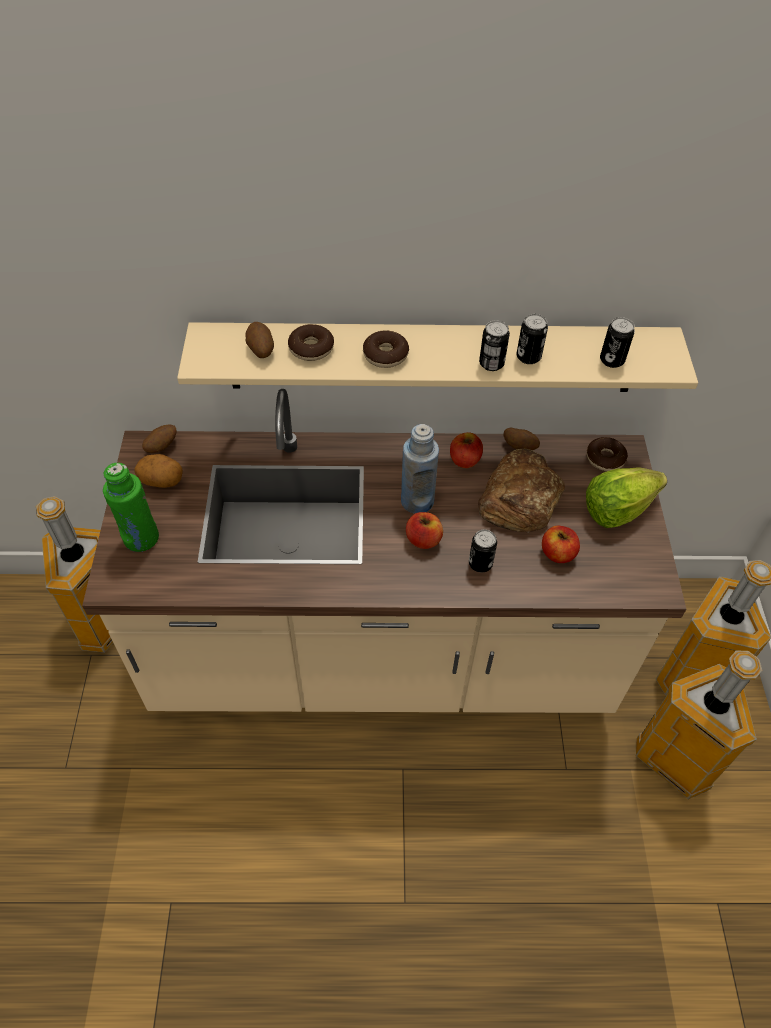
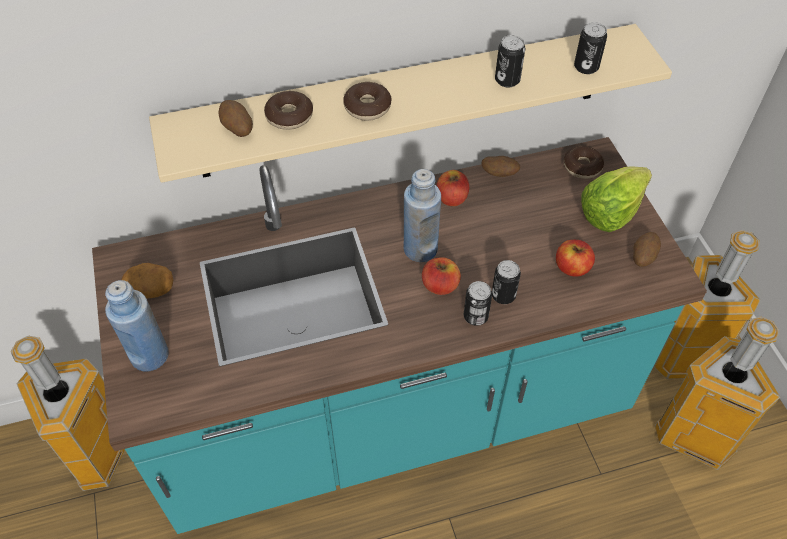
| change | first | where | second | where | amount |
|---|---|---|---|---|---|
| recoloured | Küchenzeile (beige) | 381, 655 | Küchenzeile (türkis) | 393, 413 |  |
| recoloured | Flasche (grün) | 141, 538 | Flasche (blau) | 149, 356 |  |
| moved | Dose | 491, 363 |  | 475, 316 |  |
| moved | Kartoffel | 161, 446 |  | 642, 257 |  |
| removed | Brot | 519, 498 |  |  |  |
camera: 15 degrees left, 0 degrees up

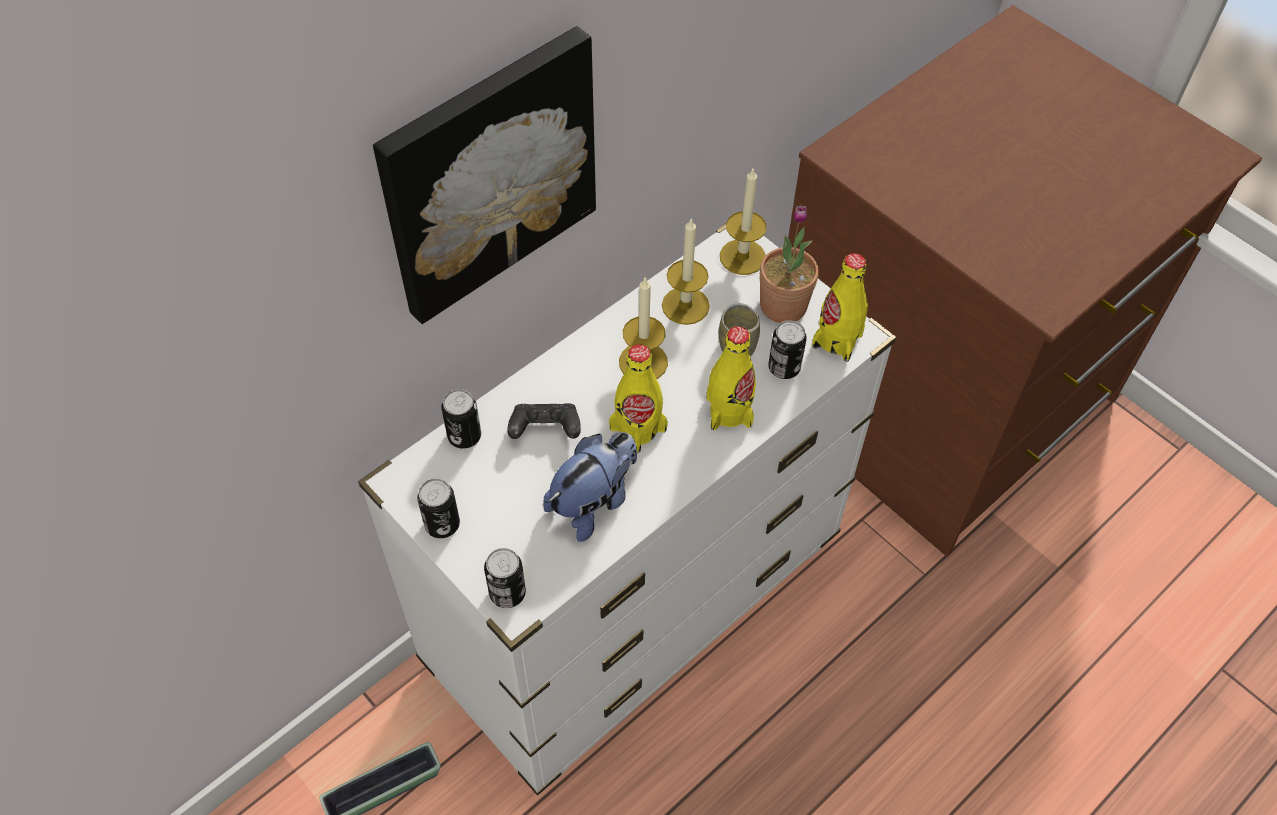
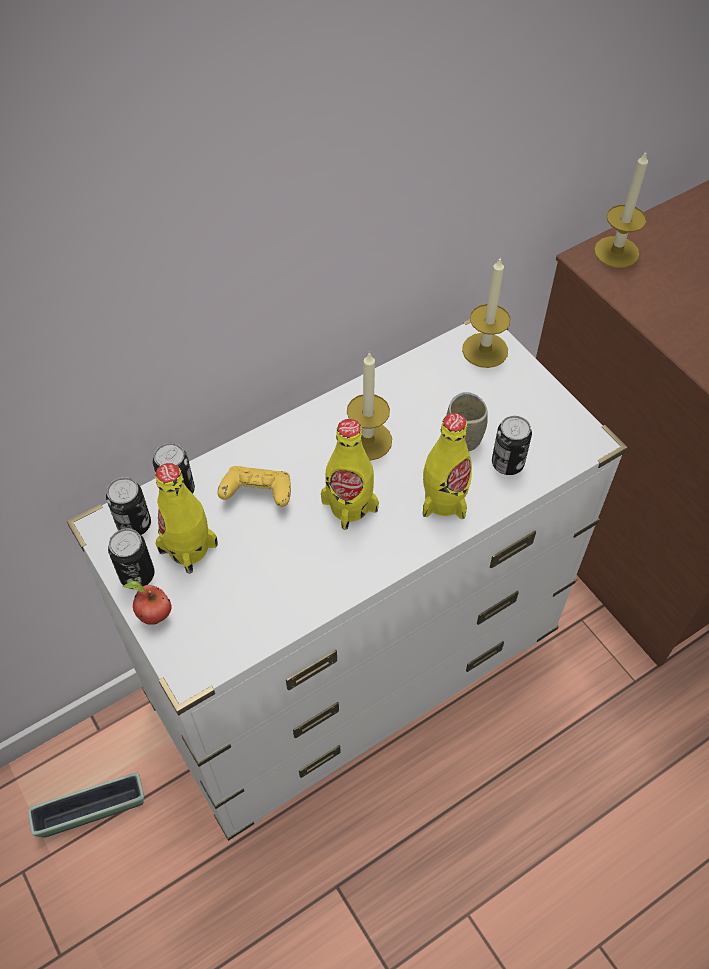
| change | first | where | second | where | amount |
|---|---|---|---|---|---|
| moved | Dose | 507, 593 |  | 134, 524 |  |
| added |  |  | Apfel | 153, 615 |  |
| moved | Flasche (gelb) | 837, 340 |  | 188, 548 |  |
| recoloured | Gamepad (schwarz) | 545, 430 | Gamepad (gelb) | 257, 495 |  |
| moved | Kerze | 685, 305 |  | 616, 252 |  |
| removed | Bild | 488, 173 |  |  |  |
| removed | Plüschtier | 593, 502 |  |  |  |
| removed | Topfpflanze | 783, 306 |  |  |  |
camera: 10 degrees right, 0 degrees up

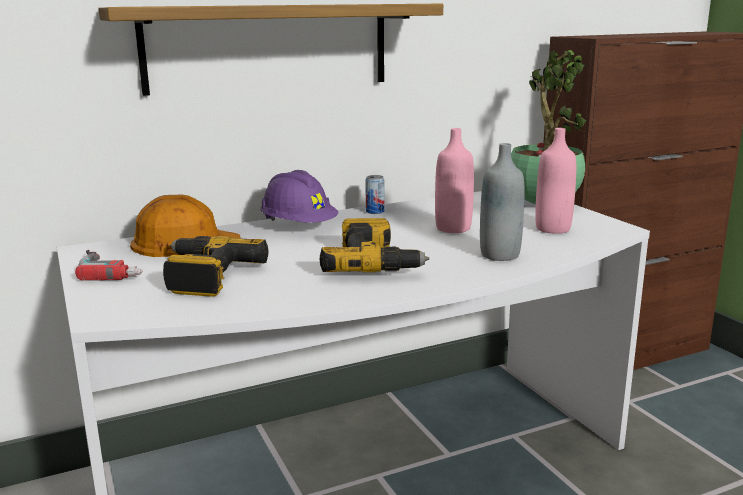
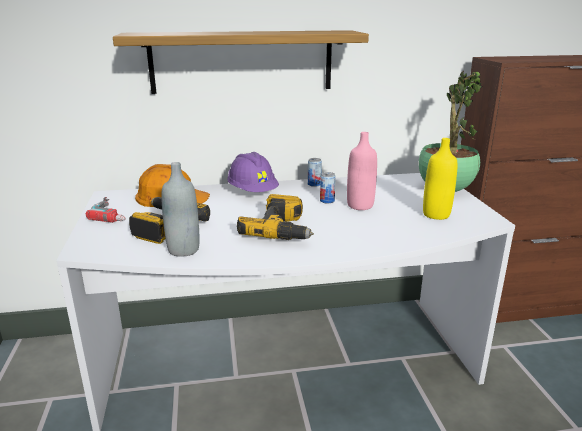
| change | first | where | second | where | amount |
|---|---|---|---|---|---|
| moved | Flasche (grau) | 499, 255 |  | 183, 250 |  |
| added |  |  | Dose | 327, 201 |  |
| recoloured | Flasche (rosa) | 553, 229 | Flasche (gelb) | 436, 214 |  |
camera: 15 degrees right, 5 degrees up

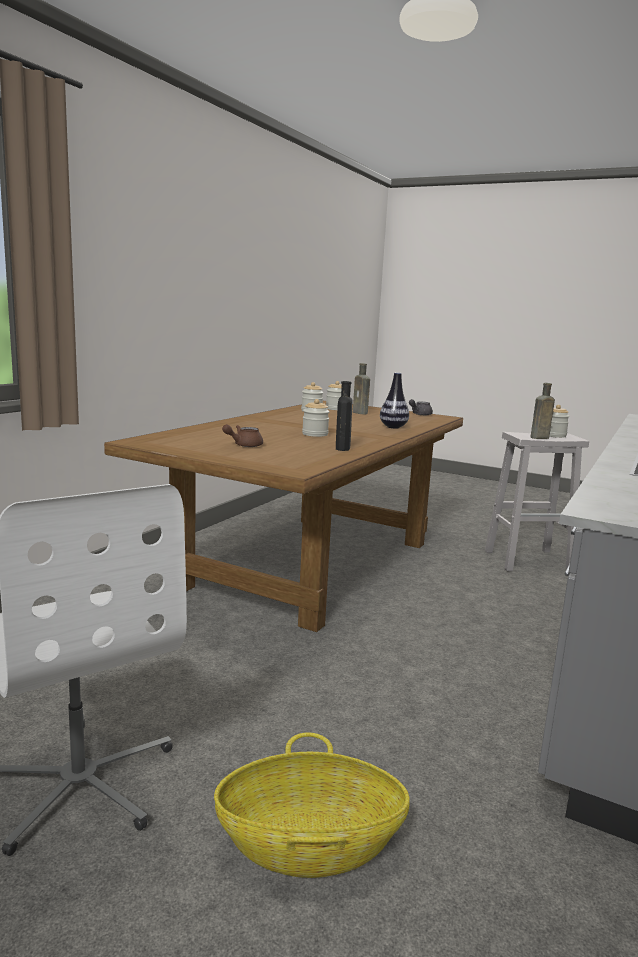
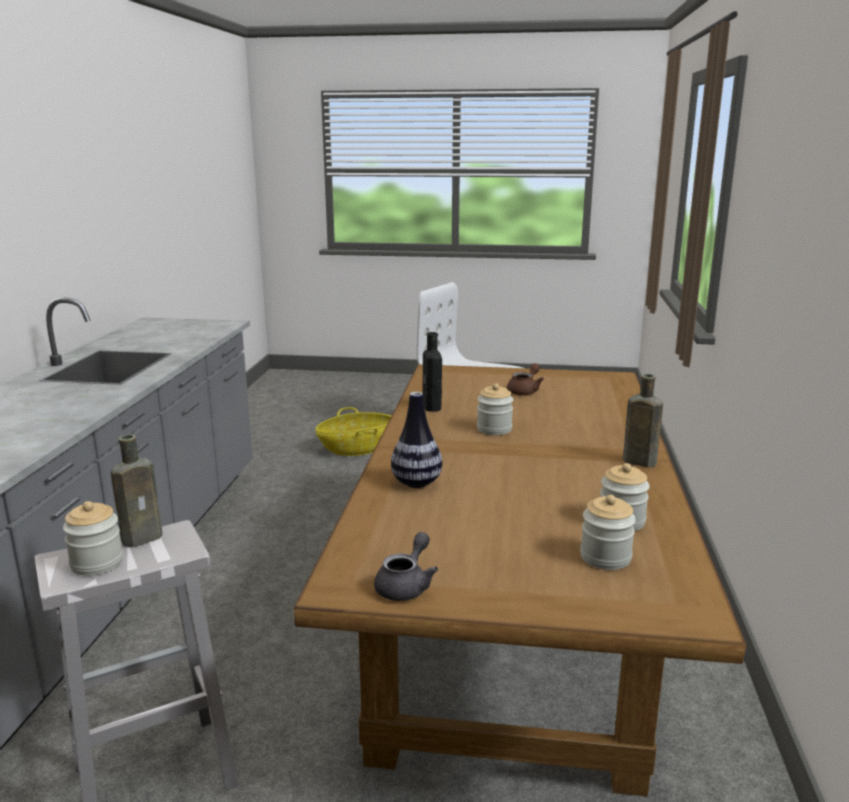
| change | first | where | second | where | amount |
|---|---|---|---|---|---|
| moved | Flasche (braun) | 360, 413 |  | 637, 461 |  |
camera: 160 degrees right, 5 degrees up

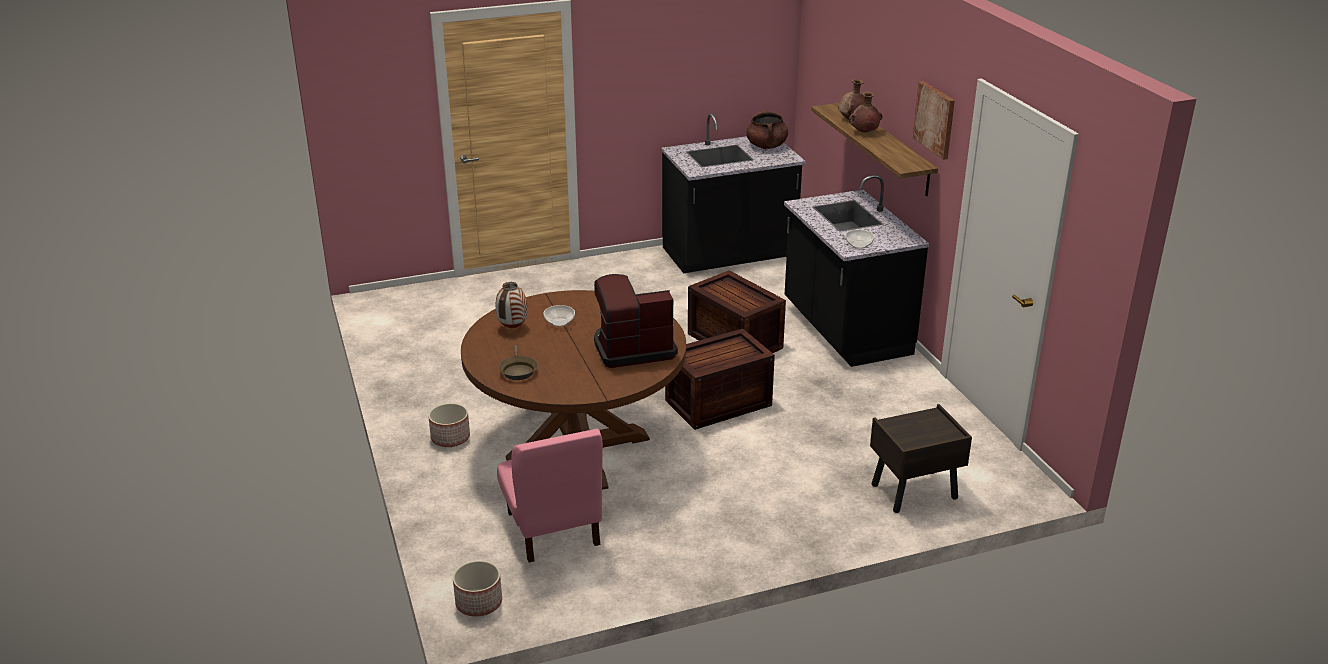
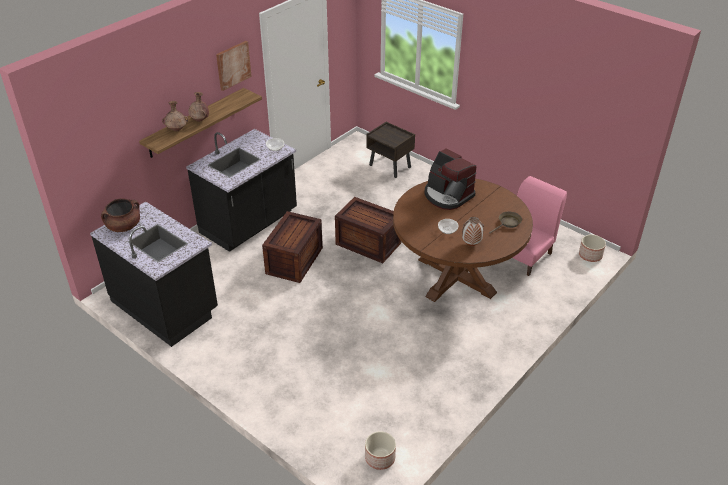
| change | first | where | second | where | amount |
|---|---|---|---|---|---|
| moved | Pflanzkübel | 451, 438 |  | 380, 457 |  |
camera: 120 degrees left, 10 degrees up

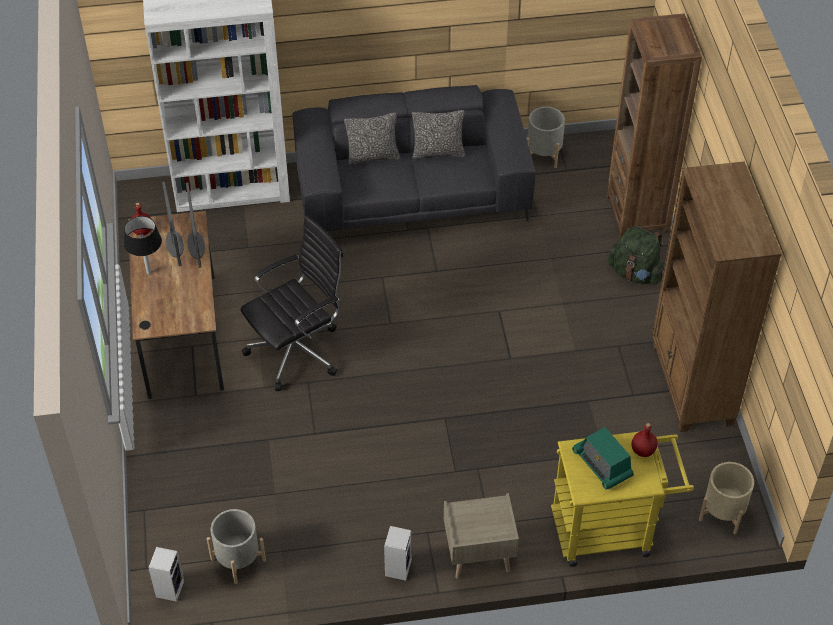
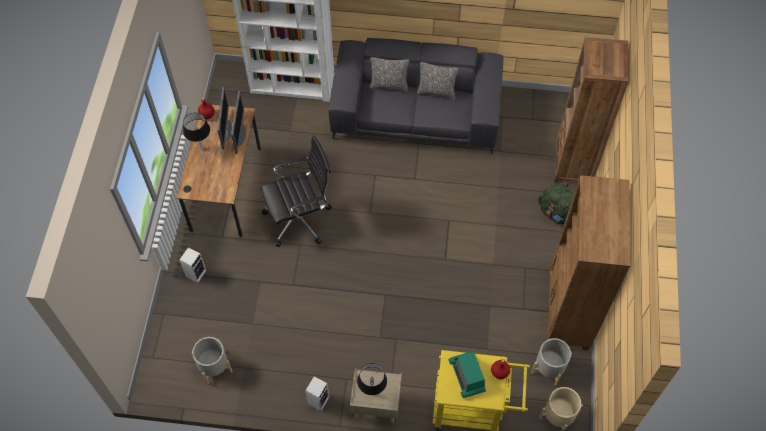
| change | first | where | second | where | amount |
|---|---|---|---|---|---|
| moved | Lautsprecher | 170, 588 |  | 196, 273 |  |
| added |  |  | Tischlampe (schwarz) | 372, 393 |  |
| moved | Pflanzkübel (grau) | 543, 154 |  | 549, 368 |  |
camera: 15 degrees right, 10 degrees up

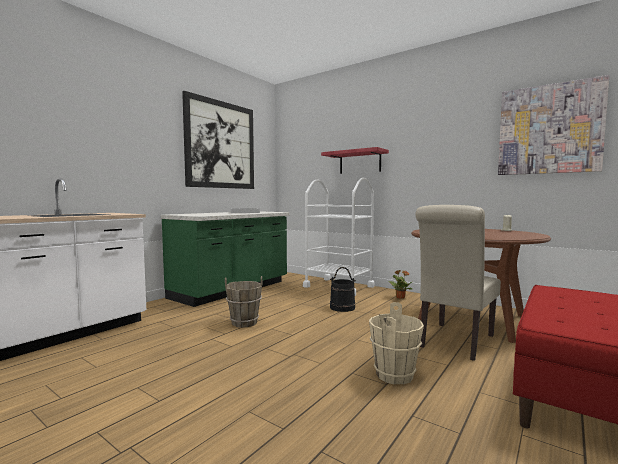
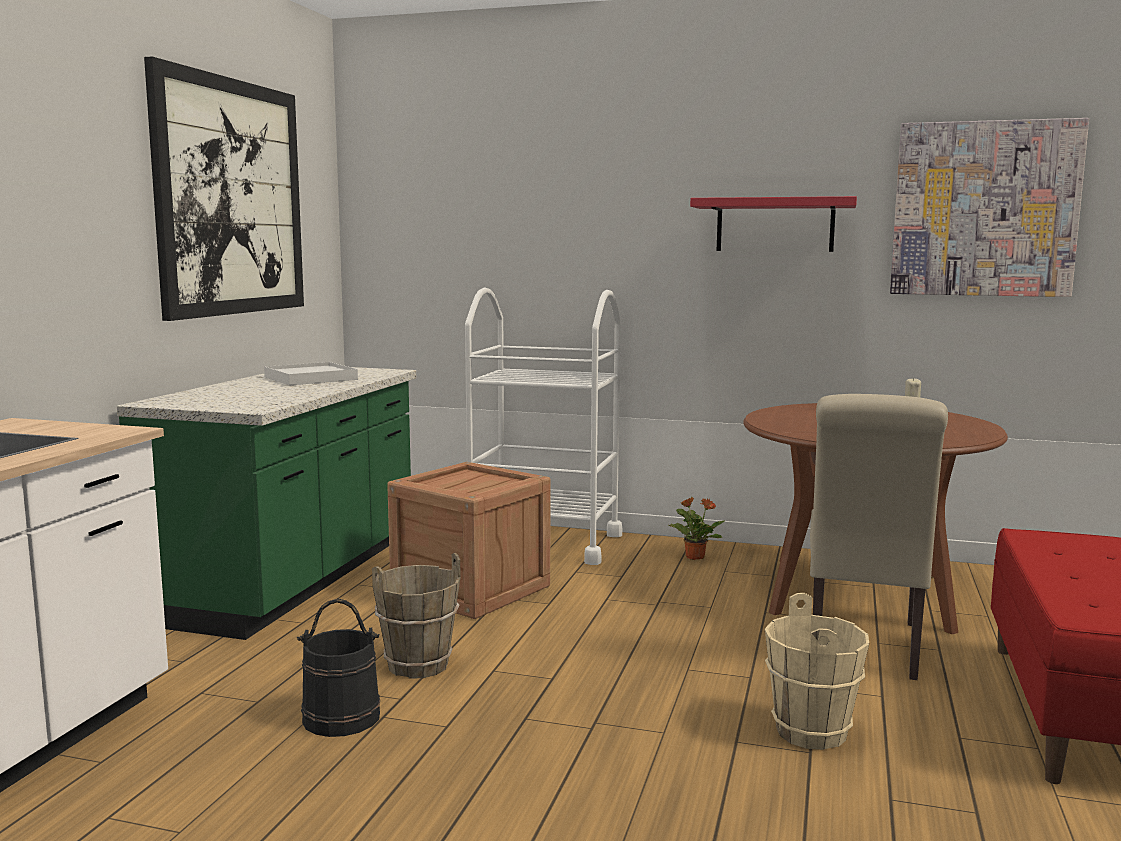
| change | first | where | second | where | amount |
|---|---|---|---|---|---|
| moved | Eimer (schwarz) | 342, 307 |  | 341, 717 |  |
| added |  |  | Kiste | 471, 589 |  |
| moved | Wandregal (rot) | 360, 162 |  | 775, 225 |  |
camera: 20 degrees left, 5 degrees up

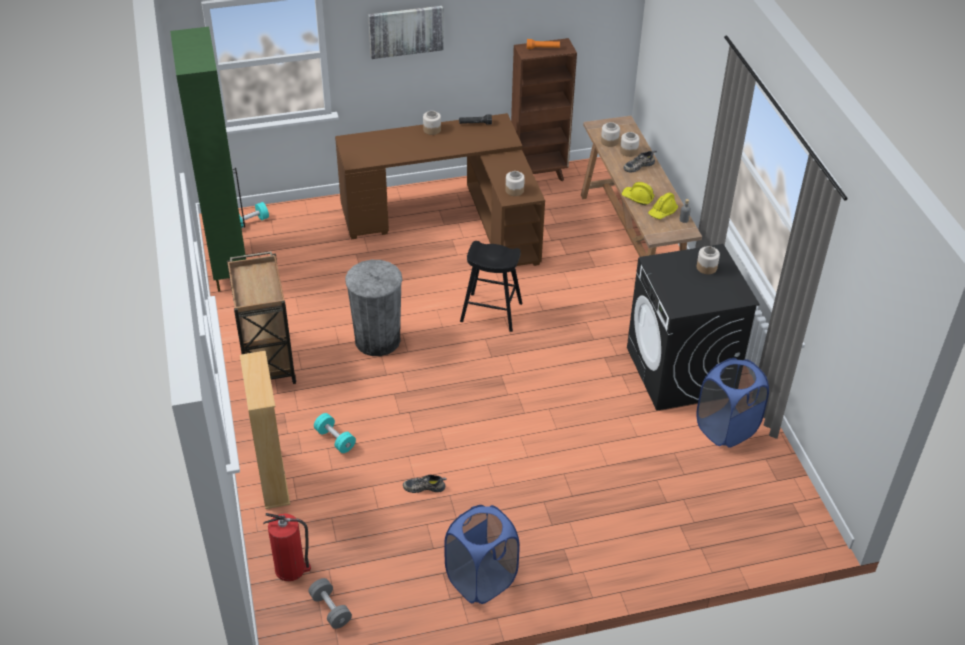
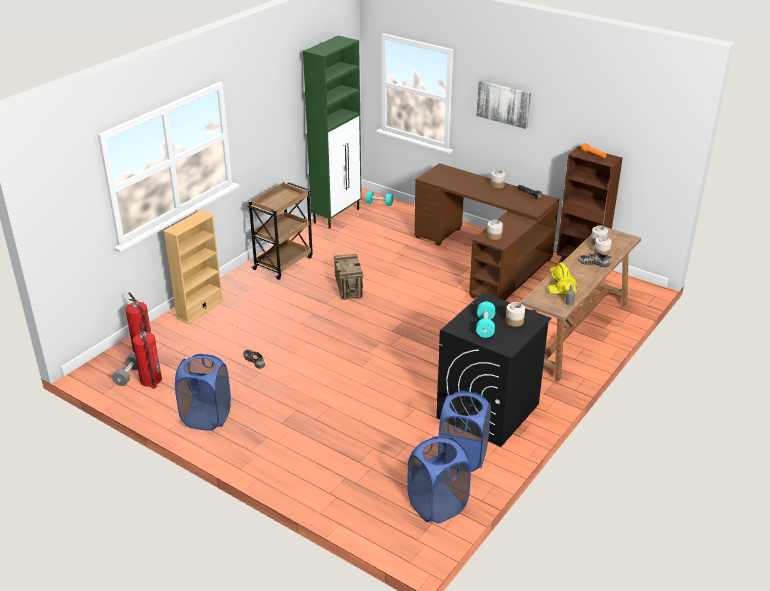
| change | first | where | second | where | amount |
|---|---|---|---|---|---|
| added |  |  | Feuerlöscher | 151, 380 |  |
| replaced | Mülleimer (grau) | 377, 340 | Kiste | 348, 287 |  |
| added |  |  | Wäschekorb (blau) | 437, 506 |  |
| moved | Hantel (türkis) | 335, 439 |  | 485, 326 |  |
| removed | Hocker (schwarz) | 491, 312 |  |  |  |
camera: 50 degrees right, 10 degrees down

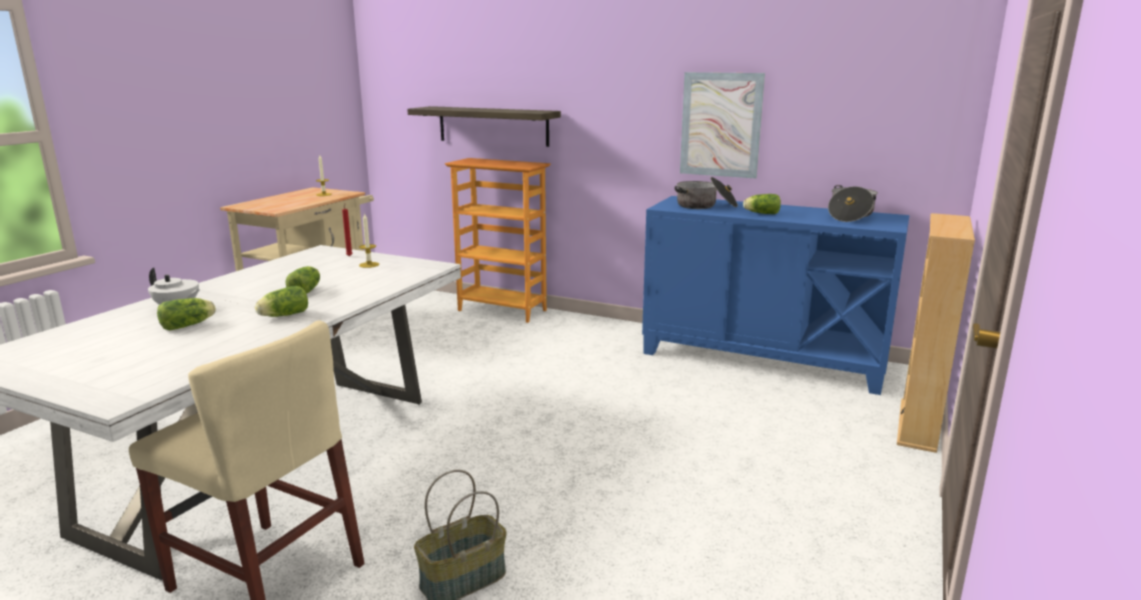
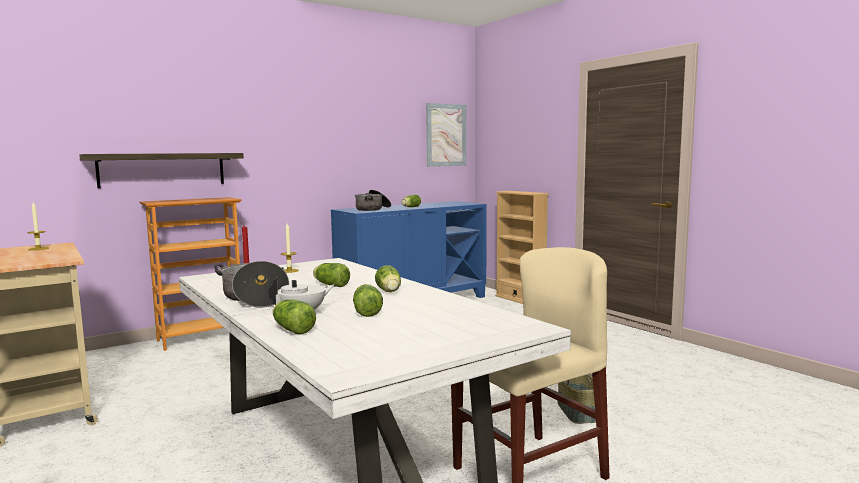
| change | first | where | second | where | amount |
|---|---|---|---|---|---|
| moved | Kochtopf | 850, 215 |  | 254, 298 |  |
| added |  |  | Salatkopf | 292, 329 |  |
| moved | Bild | 721, 125 |  | 446, 135 |  |
camera: 60 degrees left, 10 degrees down

